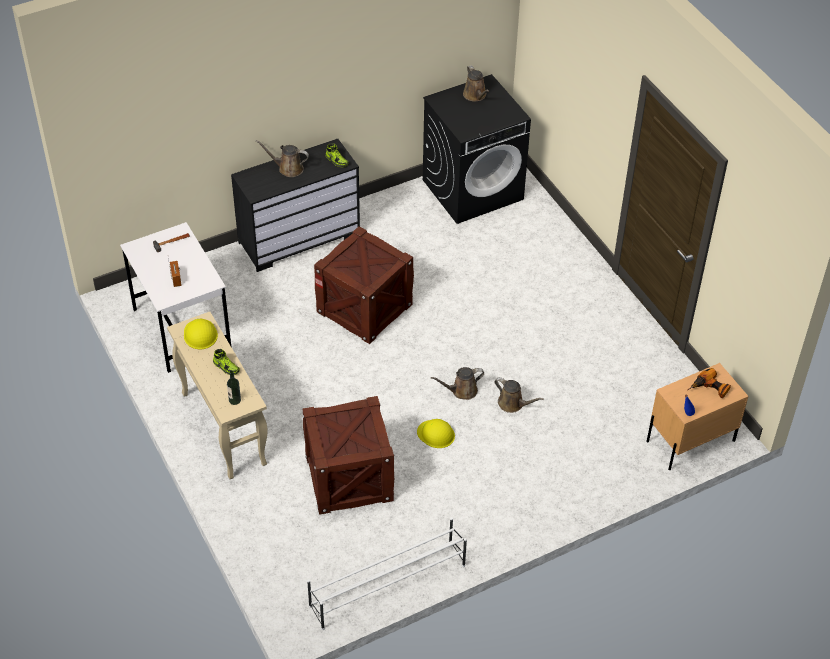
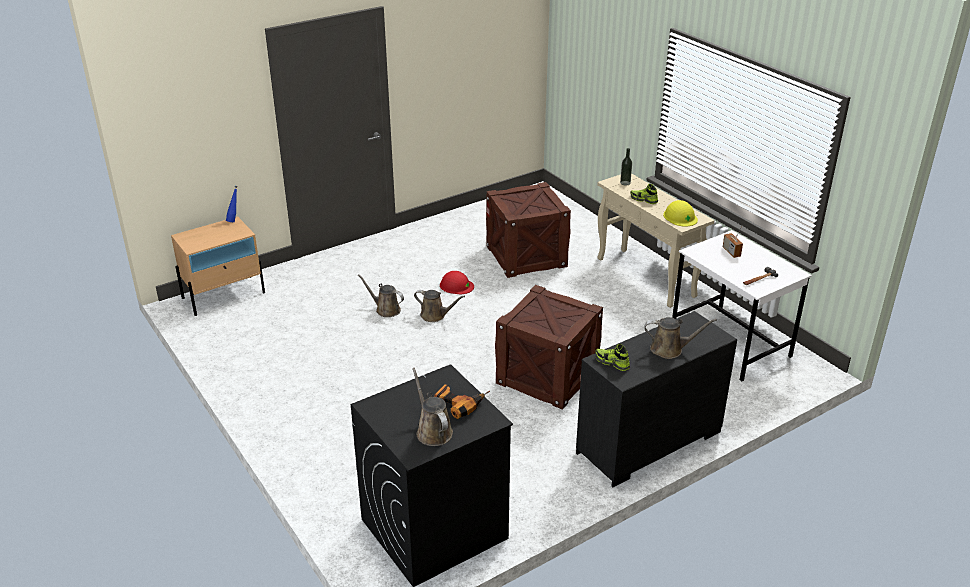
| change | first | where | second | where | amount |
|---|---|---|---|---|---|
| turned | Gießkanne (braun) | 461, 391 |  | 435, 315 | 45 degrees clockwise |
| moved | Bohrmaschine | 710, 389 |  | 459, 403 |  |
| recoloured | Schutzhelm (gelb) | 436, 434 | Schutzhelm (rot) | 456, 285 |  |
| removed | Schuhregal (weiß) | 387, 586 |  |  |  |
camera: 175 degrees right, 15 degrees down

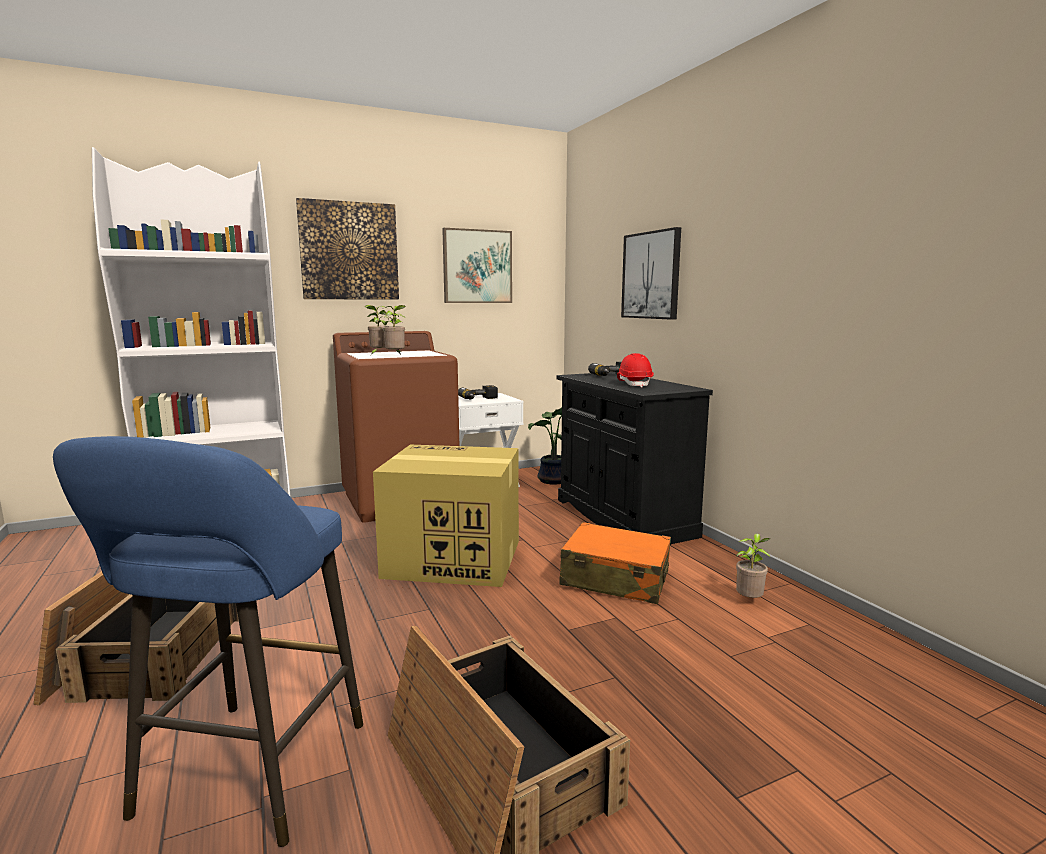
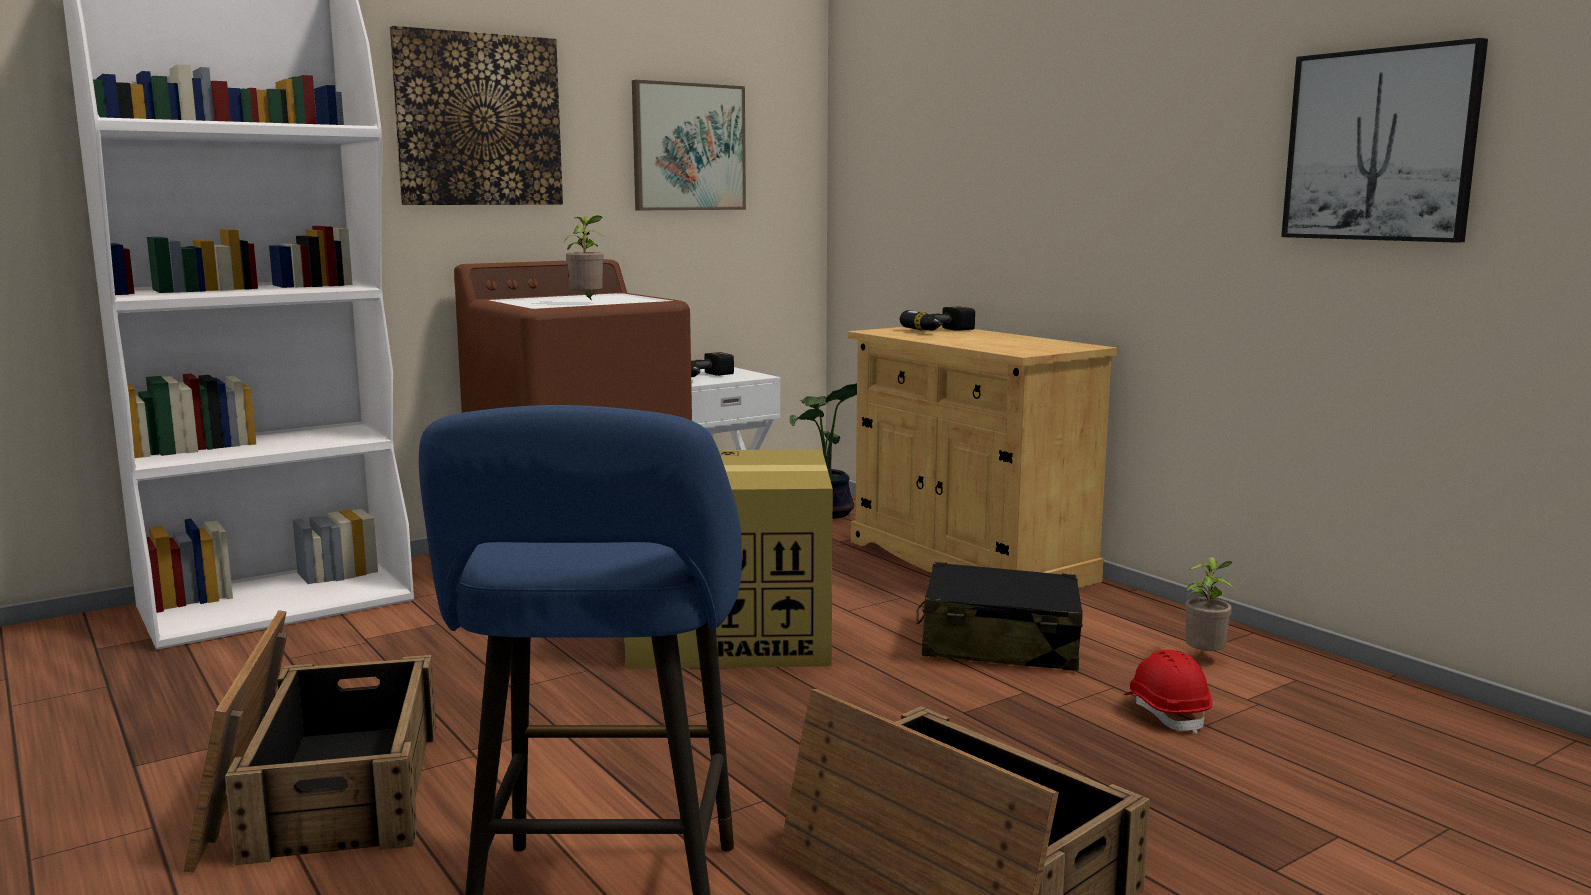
| change | first | where | second | where | amount |
|---|---|---|---|---|---|
| recoloured | Schrank (schwarz) | 623, 517 | Schrank (beige) | 968, 561 |  |
| recoloured | Koffer (orange) | 615, 579 | Koffer (schwarz) | 999, 644 |  |
| moved | Schutzhelm (rot) | 634, 384 |  | 1166, 712 |  |
| moved | Bild | 651, 275 |  | 1380, 145 |  |
| removed | Topfpflanze | 378, 354 |  |  |  |
camera: 10 degrees left, 0 degrees up

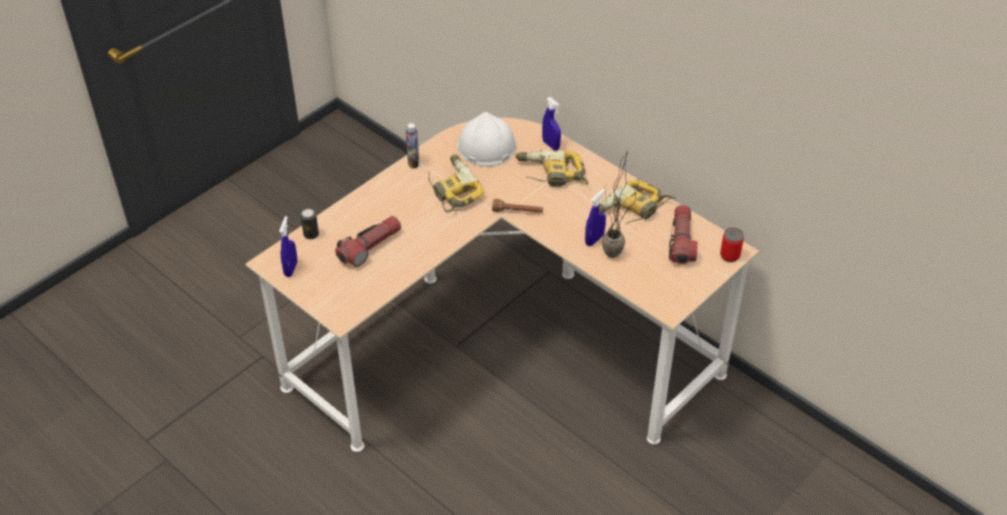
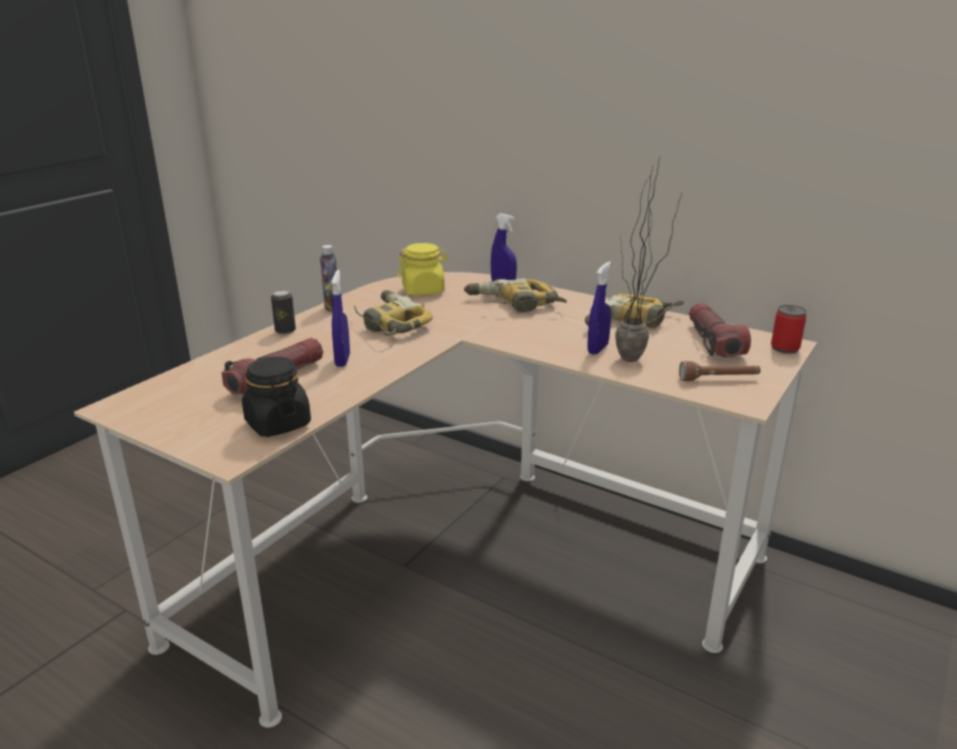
| change | first | where | second | where | amount |
|---|---|---|---|---|---|
| added |  |  | Vorratsglas (schwarz) | 277, 423 |  |
| moved | Dose | 311, 234 |  | 285, 331 |  |
| moved | Sprühflasche (blau) | 291, 269 |  | 342, 360 |  |
| replaced | Schutzhelm (weiß) | 486, 145 | Vorratsglas (gelb) | 423, 290 |  |
| moved | Taschenlampe (braun) | 517, 212 |  | 719, 379 |  |
camera: 10 degrees left, 20 degrees down

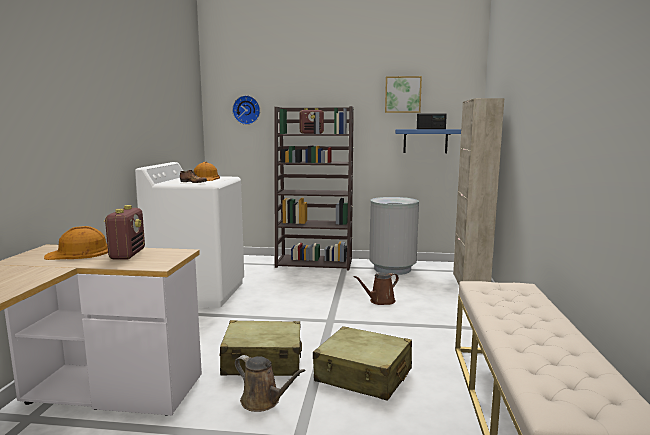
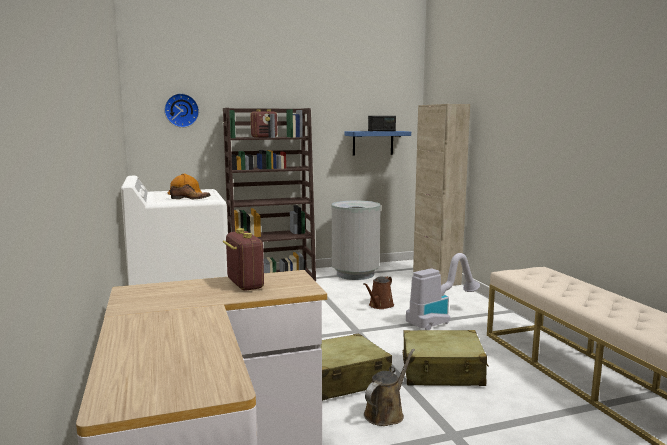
| change | first | where | second | where | amount |
|---|---|---|---|---|---|
| turned | Gießkanne (braun) | 263, 401 |  | 386, 413 | 60 degrees counterclockwise |
| added |  |  | Staubsauger | 439, 320 |  |
| removed | Schutzhelm (orange) | 79, 253 |  |  |  |
| removed | Bild | 403, 94 |  |  |  |
camera: 25 degrees left, 0 degrees up

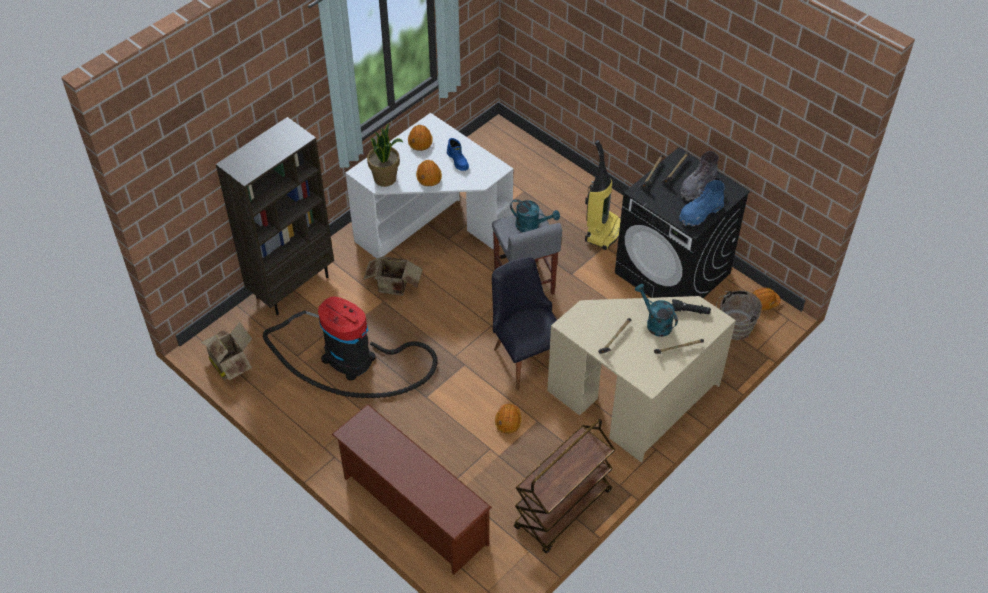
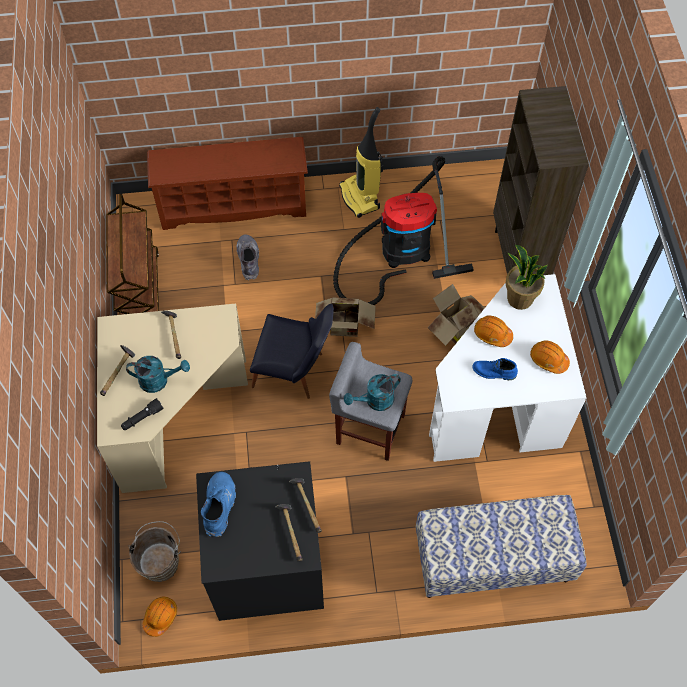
| change | first | where | second | where | amount |
|---|---|---|---|---|---|
| moved | Stiefel (grau) | 697, 186 |  | 248, 260 |  |
| moved | Karton | 231, 363 |  | 345, 327 |  |
| moved | Staubsauger | 603, 231 |  | 360, 197 |  |
| added |  |  | Bank | 492, 560 |  |
| removed | Schutzhelm (orange) | 508, 421 |  |  |  |
camera: 130 degrees right, 10 degrees up

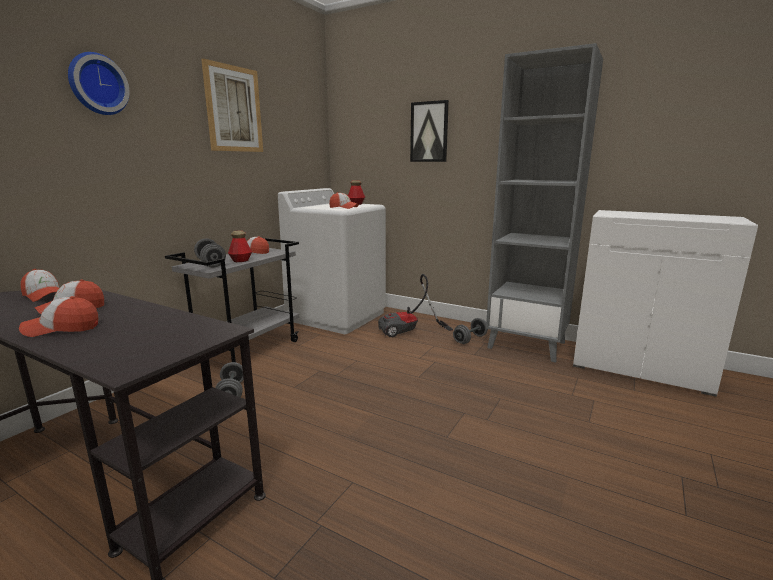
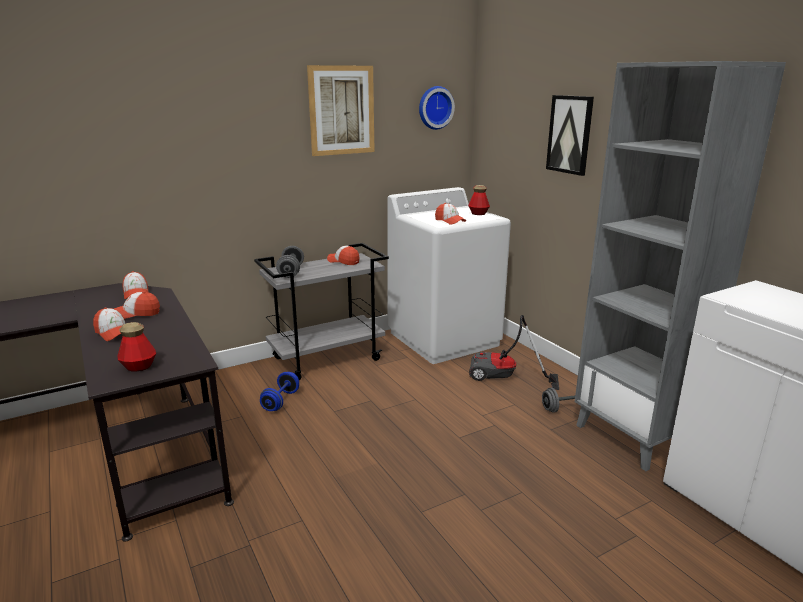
| change | first | where | second | where | amount |
|---|---|---|---|---|---|
| turned | Kappe | 62, 328 |  | 113, 333 | 150 degrees counterclockwise |
| moved | Flasche | 241, 260 |  | 139, 367 |  |
| recoloured | Hantel (grau) | 232, 393 | Hantel (blau) | 281, 401 |  |
| moved | Wanduhr | 97, 84 |  | 434, 107 |  |
camera: 30 degrees right, 5 degrees up

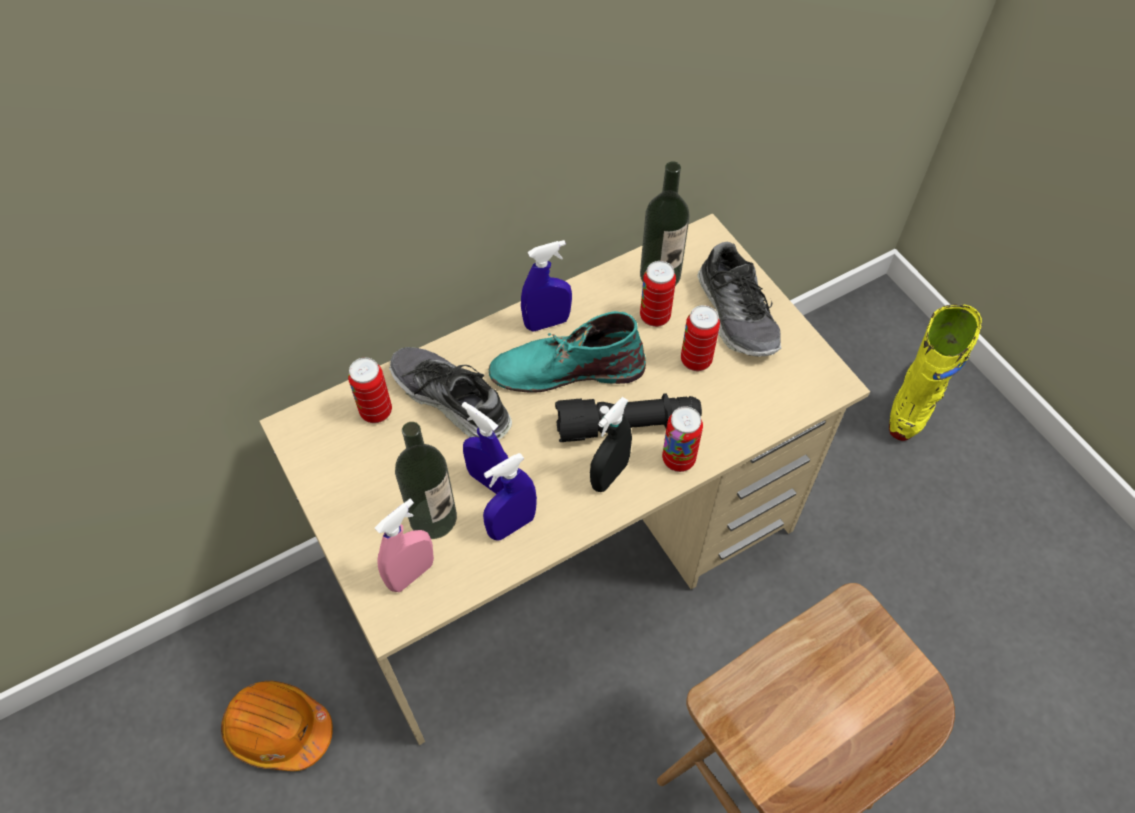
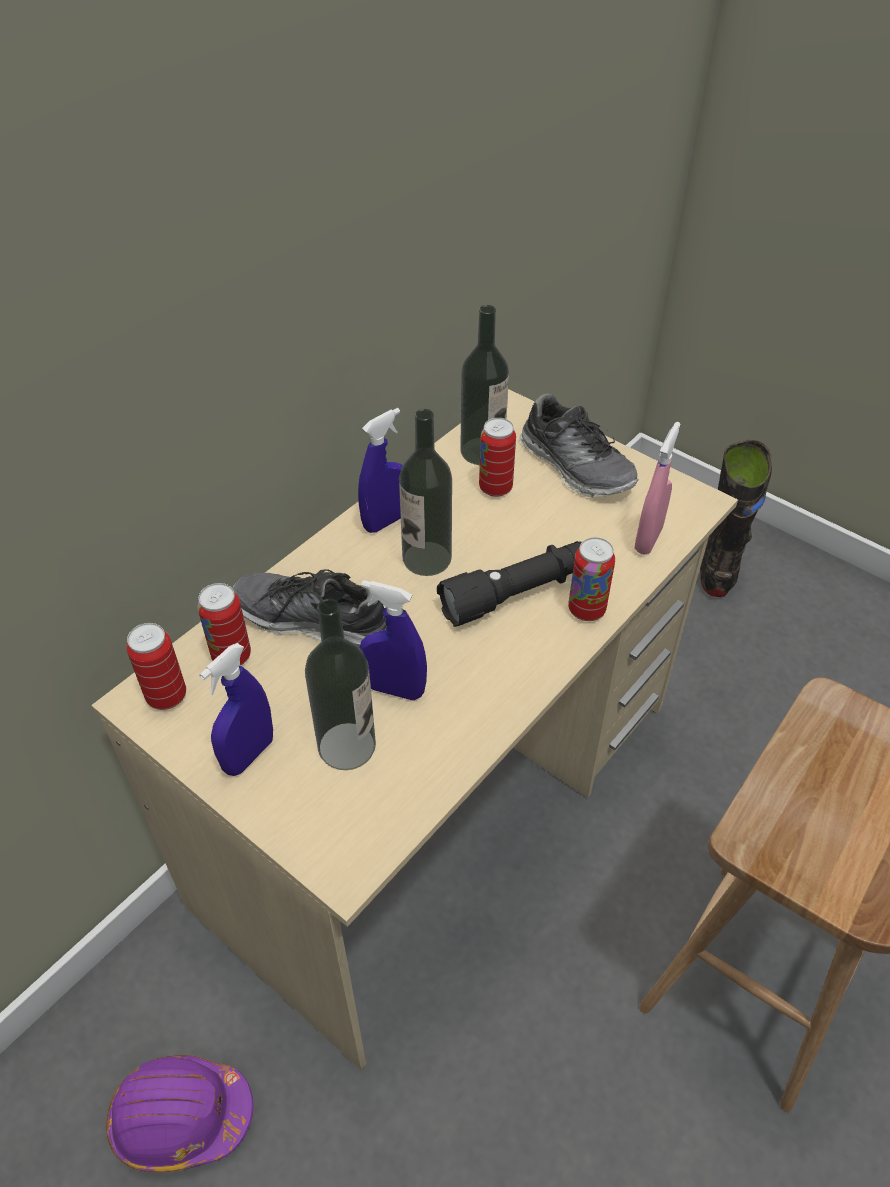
| change | first | where | second | where | amount |
|---|---|---|---|---|---|
| recoloured | Schutzhelm (orange) | 278, 729 | Schutzhelm (lila) | 181, 1117 |  |
| moved | Dose | 696, 360 |  | 166, 696 |  |
| moved | Sprühflasche (blau) | 512, 525 |  | 249, 755 |  |
| replaced | Stiefel (türkis) | 566, 369 | Flasche | 426, 558 |  |
| moved | Sprühflasche (rosa) | 411, 574 |  | 648, 539 |  |
| recoloured | Stiefel (gelb) | 914, 403 | Stiefel (schwarz) | 715, 562 |  |
| removed | Sprühflasche (schwarz) | 609, 475 |  |  |  |
camera: 20 degrees left, 10 degrees down

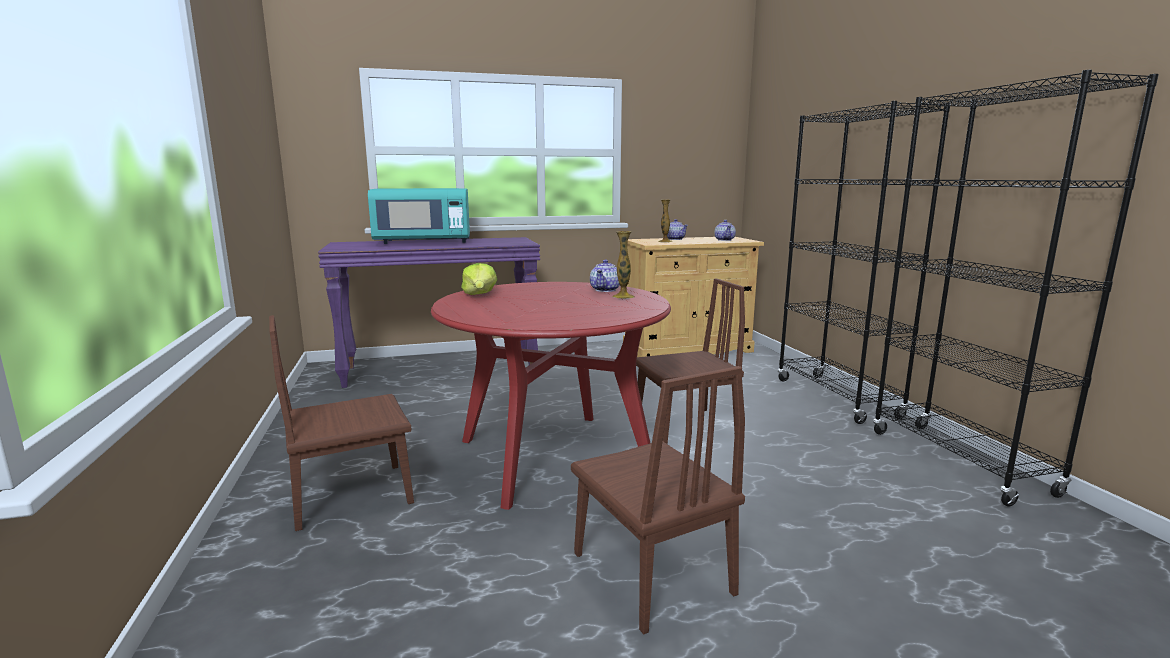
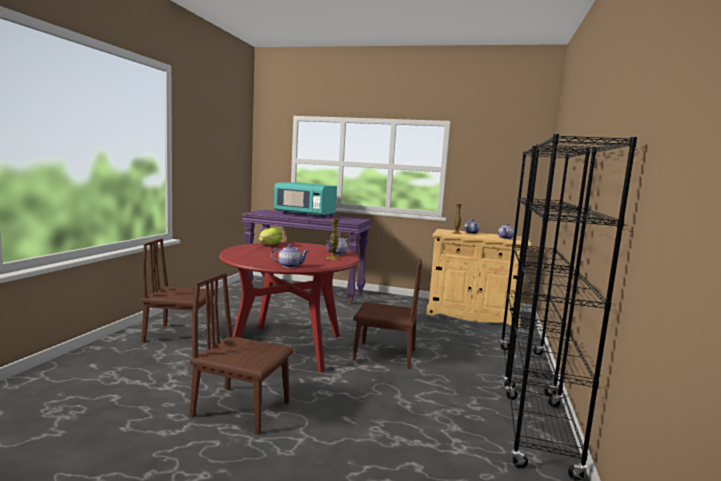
| change | first | where | second | where | amount |
|---|---|---|---|---|---|
| turned | Stuhl (braun) | 651, 573 |  | 241, 409 | 105 degrees clockwise |
| added |  |  | Teekanne | 289, 266 |  |
camera: 30 degrees right, 5 degrees down

